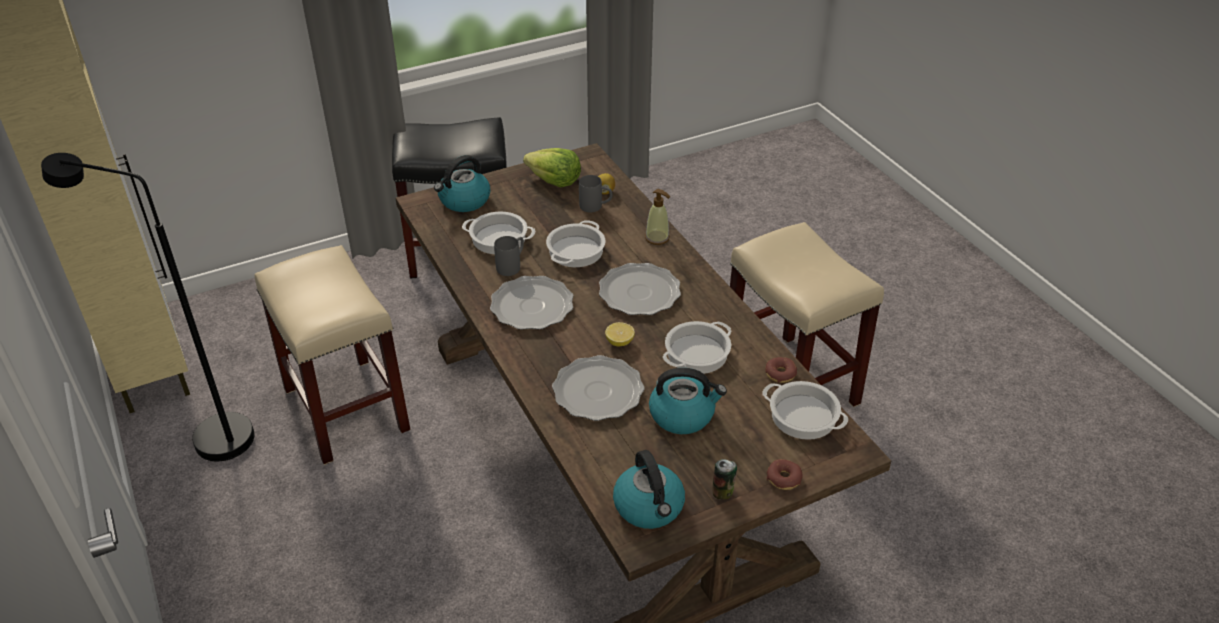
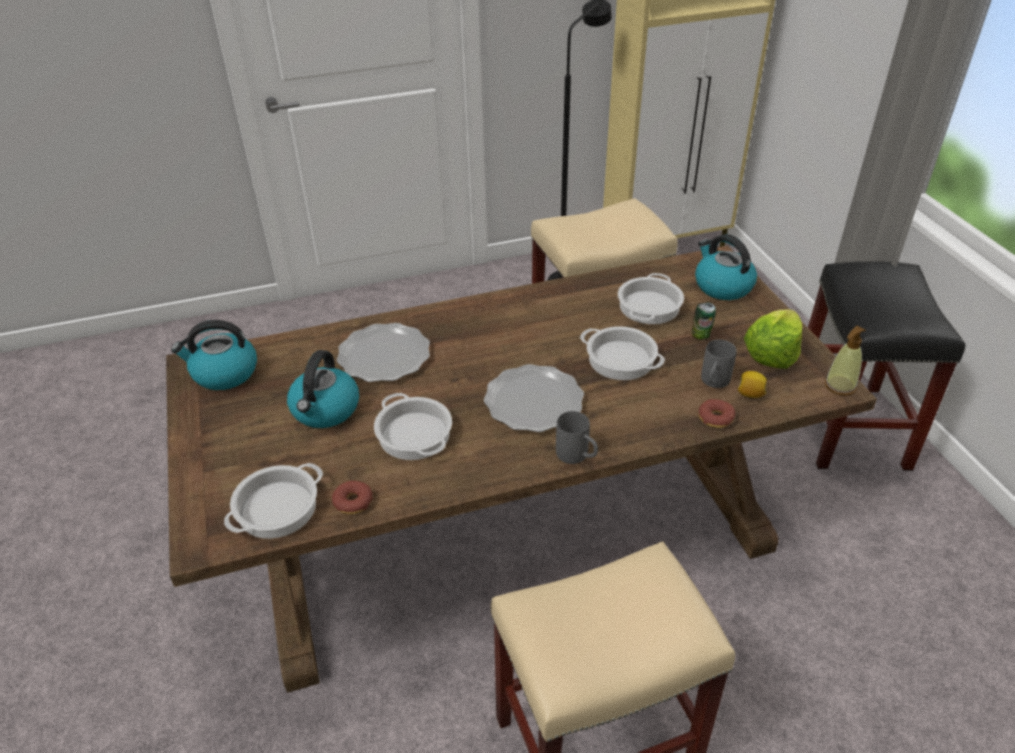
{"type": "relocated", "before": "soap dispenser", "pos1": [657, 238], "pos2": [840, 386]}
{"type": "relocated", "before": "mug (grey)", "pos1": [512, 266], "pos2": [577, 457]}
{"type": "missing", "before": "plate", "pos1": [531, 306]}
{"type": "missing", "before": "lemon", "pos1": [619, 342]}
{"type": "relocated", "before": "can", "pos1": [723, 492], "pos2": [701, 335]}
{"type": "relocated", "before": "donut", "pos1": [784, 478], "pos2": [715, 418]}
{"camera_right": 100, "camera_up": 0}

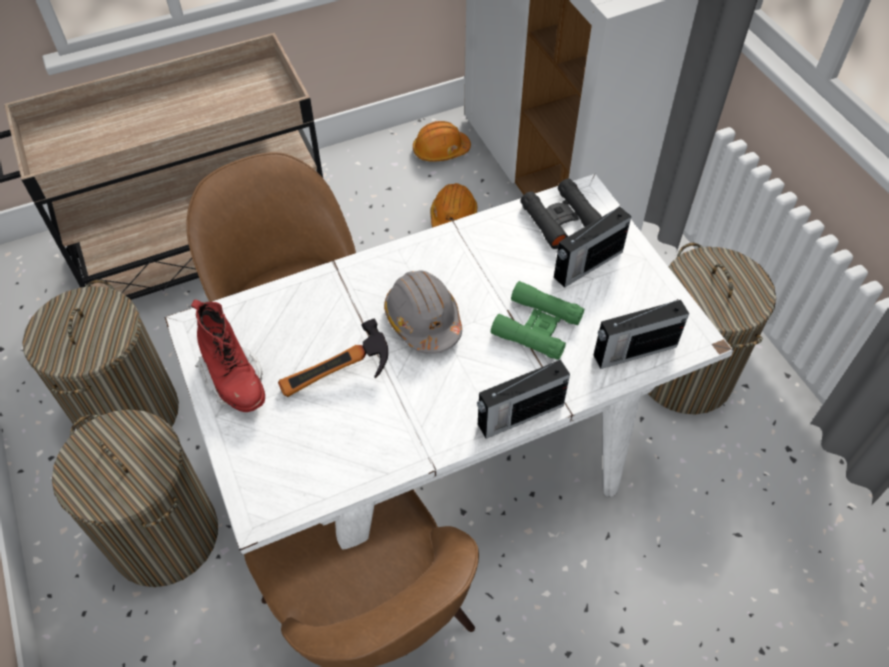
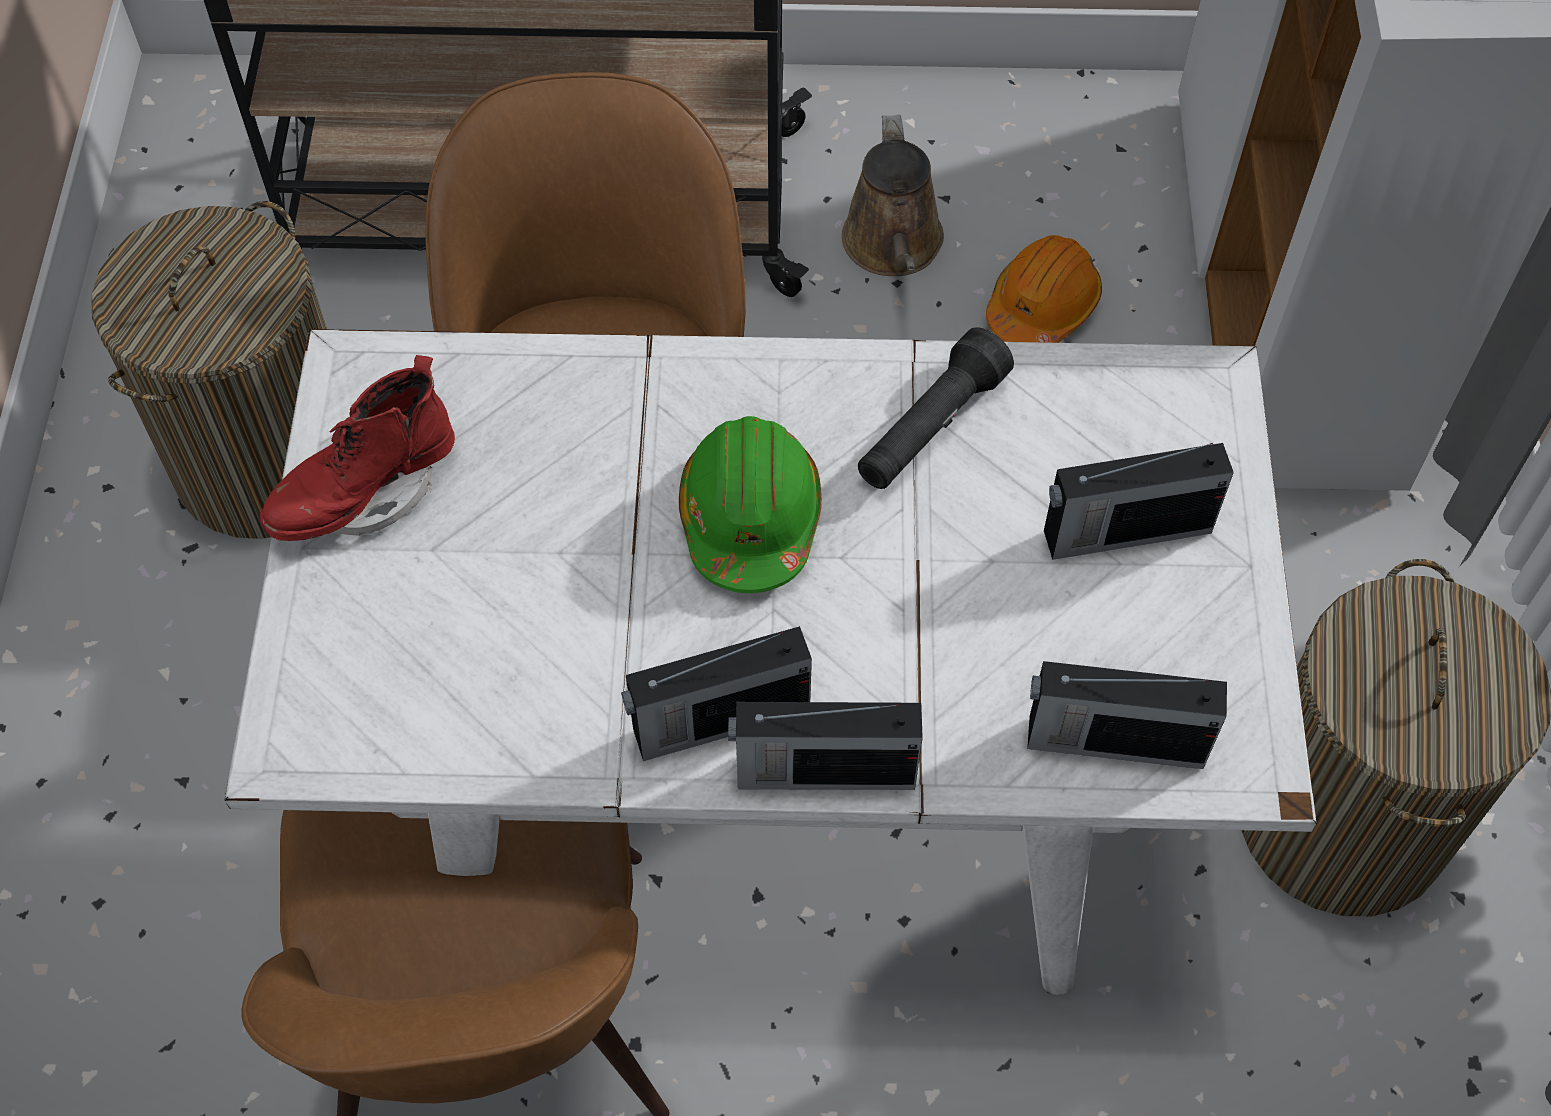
{"type": "missing", "before": "hard hat (orange)", "pos1": [440, 150]}
{"type": "missing", "before": "binoculars (black)", "pos1": [561, 219]}
{"type": "colour", "before": "hard hat (grey)", "after": "hard hat (green)", "pos1": [423, 320], "pos2": [750, 517]}
{"type": "missing", "before": "binoculars (green)", "pos1": [537, 326]}
{"type": "spun", "before": "boot (red)", "pos1": [234, 379], "pos2": [366, 493], "turn": 60}
{"type": "missing", "before": "hammer", "pos1": [338, 380]}
{"type": "missing", "before": "laundry basket", "pos1": [165, 536]}
{"type": "appeared", "after": "watering can (brown)", "pos2": [893, 247]}
{"type": "appeared", "after": "flashlight (black)", "pos2": [930, 428]}
{"type": "appeared", "after": "radio", "pos2": [717, 721]}
{"camera_right": 25, "camera_up": 5}

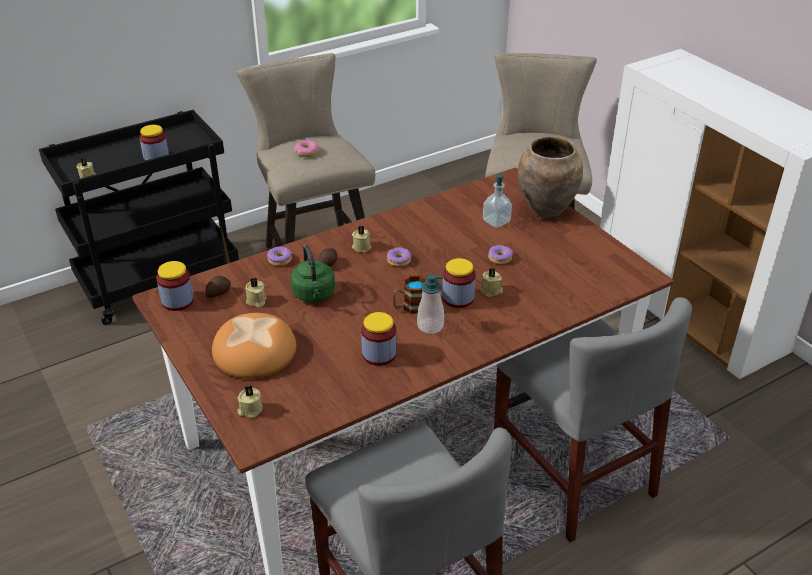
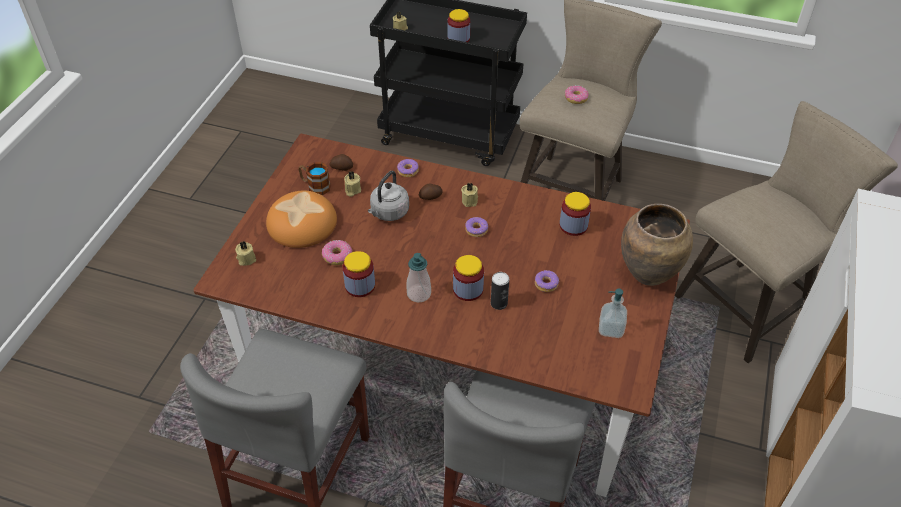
{"type": "relocated", "before": "soap dispenser", "pos1": [496, 221], "pos2": [611, 329]}
{"type": "colour", "before": "kettle (green)", "after": "kettle (grey)", "pos1": [314, 295], "pos2": [388, 213]}
{"type": "relocated", "before": "jar", "pos1": [177, 301], "pos2": [573, 225]}
{"type": "exchanged", "before": "candle (beige)", "after": "can", "pos1": [491, 291], "pos2": [499, 303]}
{"type": "relocated", "before": "mug", "pos1": [410, 307], "pos2": [315, 186]}
{"type": "appeared", "after": "donut", "pos2": [337, 256]}
{"camera_right": 50, "camera_up": 10}

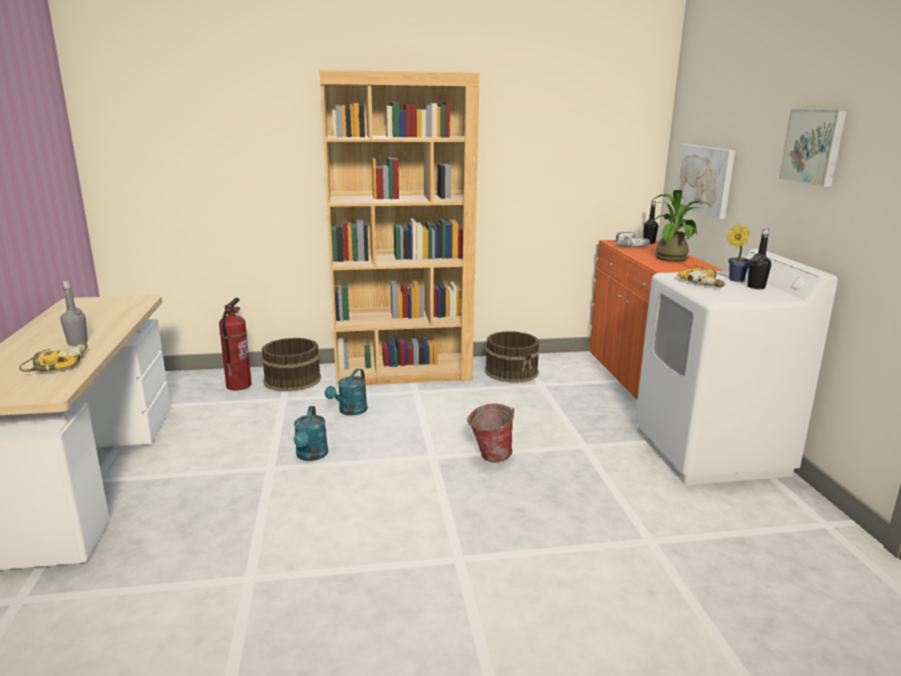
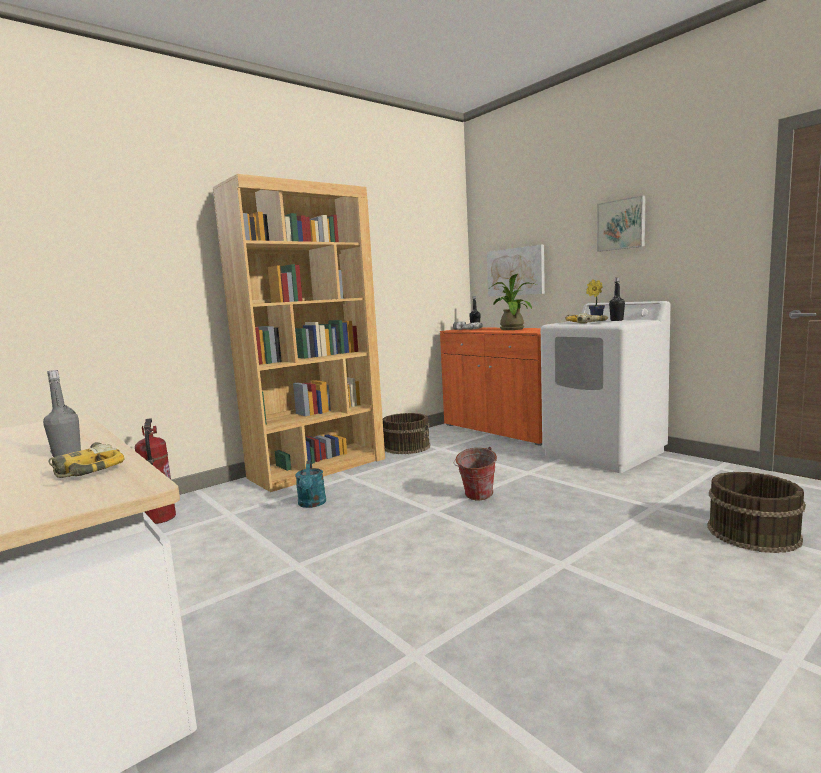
{"type": "relocated", "before": "bucket (brown)", "pos1": [292, 379], "pos2": [751, 533]}
{"type": "missing", "before": "watering can (turquoise)", "pos1": [311, 456]}
{"camera_right": -30, "camera_up": -10}

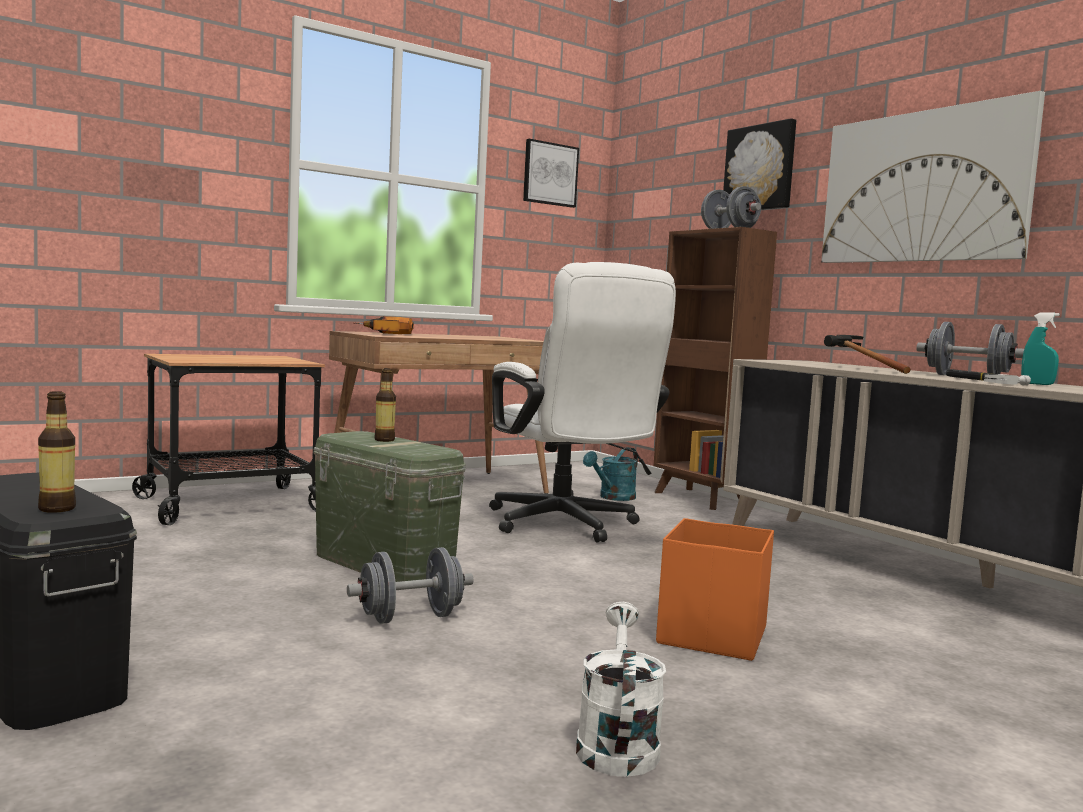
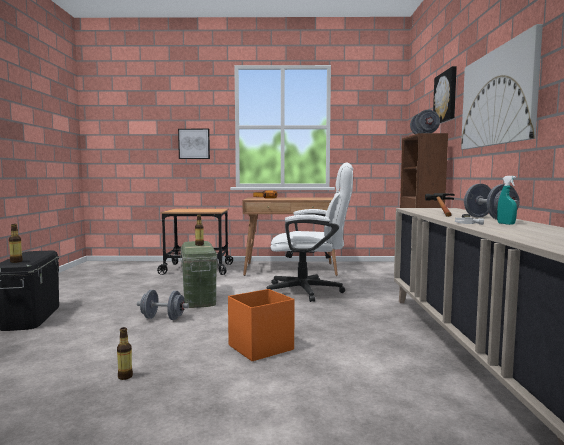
{"type": "relocated", "before": "picture", "pos1": [550, 174], "pos2": [194, 144]}
{"type": "spun", "before": "office chair (white)", "pos1": [568, 526], "pos2": [311, 291], "turn": -90}
{"type": "missing", "before": "watering can (turquoise)", "pos1": [613, 498]}
{"type": "exchanged", "before": "watering can (white)", "after": "bottle", "pos1": [616, 743], "pos2": [125, 376]}
{"camera_right": 35, "camera_up": 0}

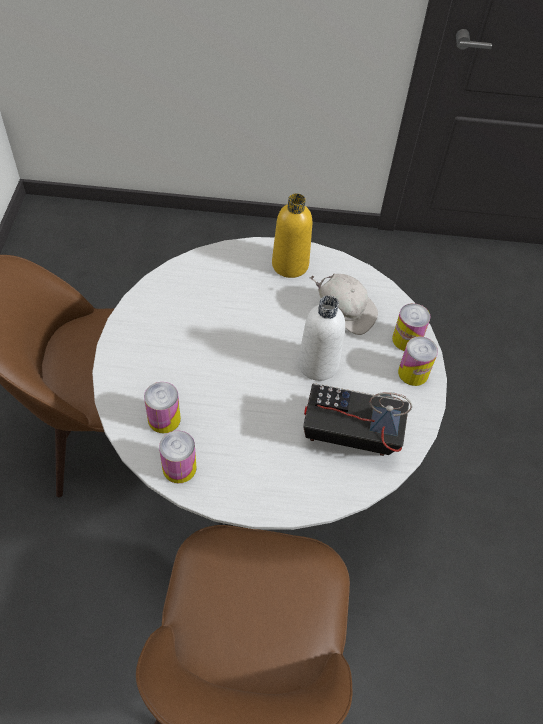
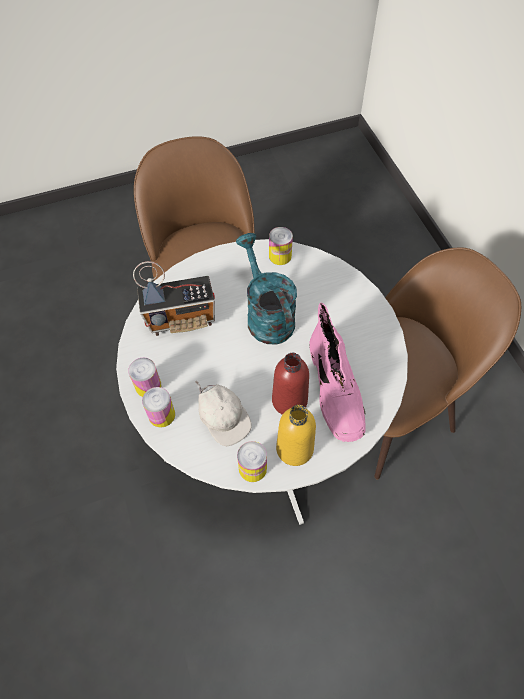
{"type": "spun", "before": "cap (white)", "pos1": [345, 312], "pos2": [223, 419], "turn": -135}
{"type": "missing", "before": "bottle (white)", "pos1": [318, 364]}
{"type": "relocated", "before": "can", "pos1": [164, 419], "pos2": [252, 468]}
{"type": "appeared", "after": "watering can (turquoise)", "pos2": [266, 315]}
{"type": "appeared", "after": "boot (pink)", "pos2": [335, 390]}
{"type": "appeared", "after": "bottle (red)", "pos2": [289, 400]}
{"camera_right": 160, "camera_up": 5}

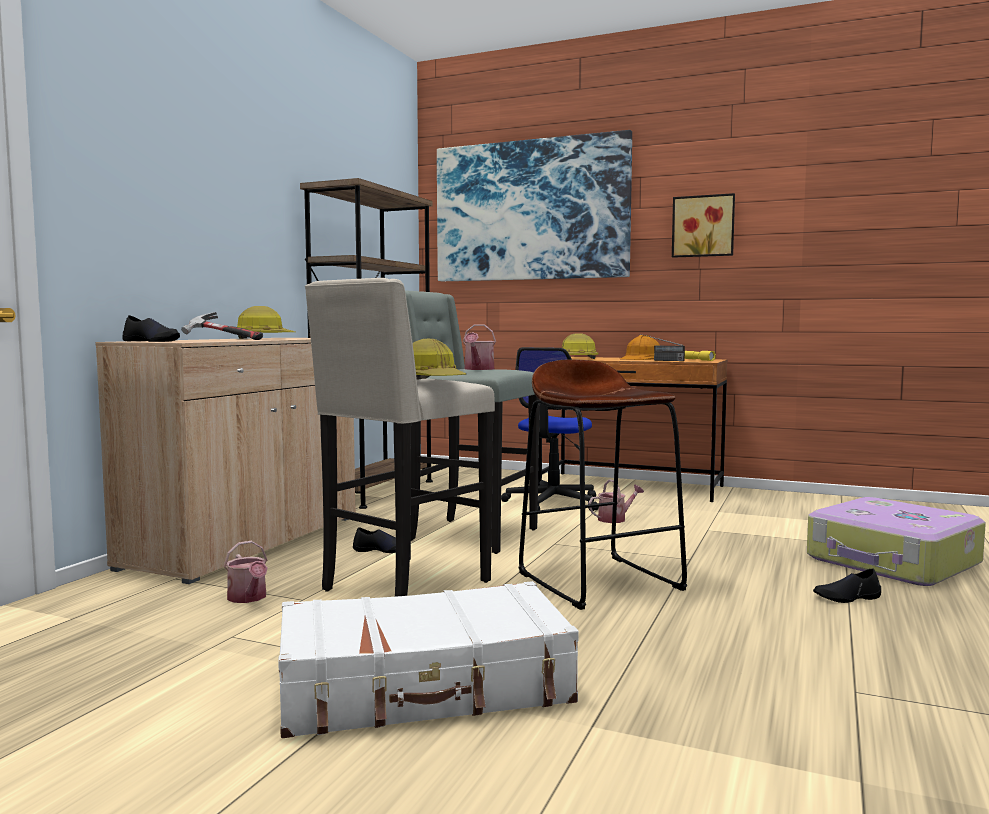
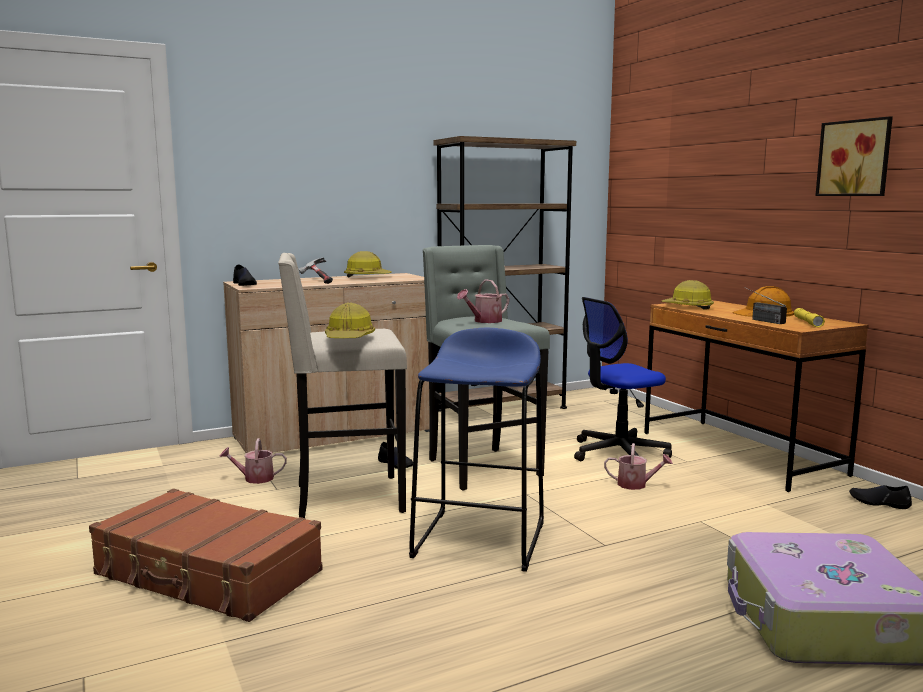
{"type": "missing", "before": "picture", "pos1": [530, 210]}
{"type": "colour", "before": "stool (brown)", "after": "stool (blue)", "pos1": [599, 581], "pos2": [480, 539]}
{"type": "spun", "before": "watering can", "pos1": [248, 598], "pos2": [254, 478], "turn": 75}
{"type": "relocated", "before": "shoe (black)", "pos1": [847, 597], "pos2": [879, 503]}
{"type": "colour", "before": "suitcase (white)", "after": "suitcase (brown)", "pos1": [425, 687], "pos2": [208, 574]}
{"camera_right": 40, "camera_up": 5}

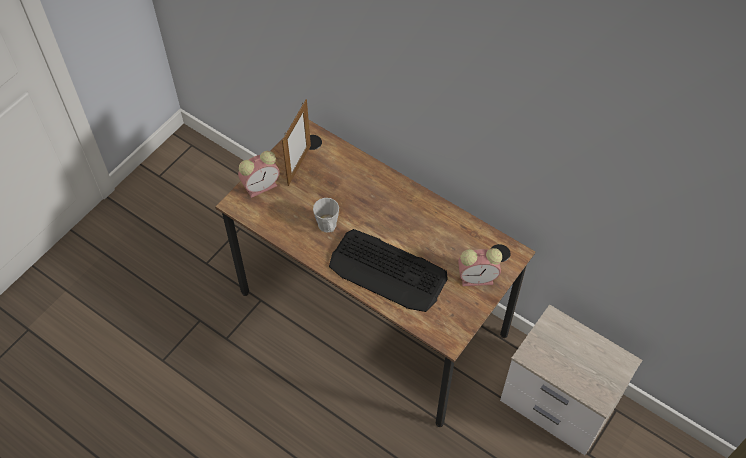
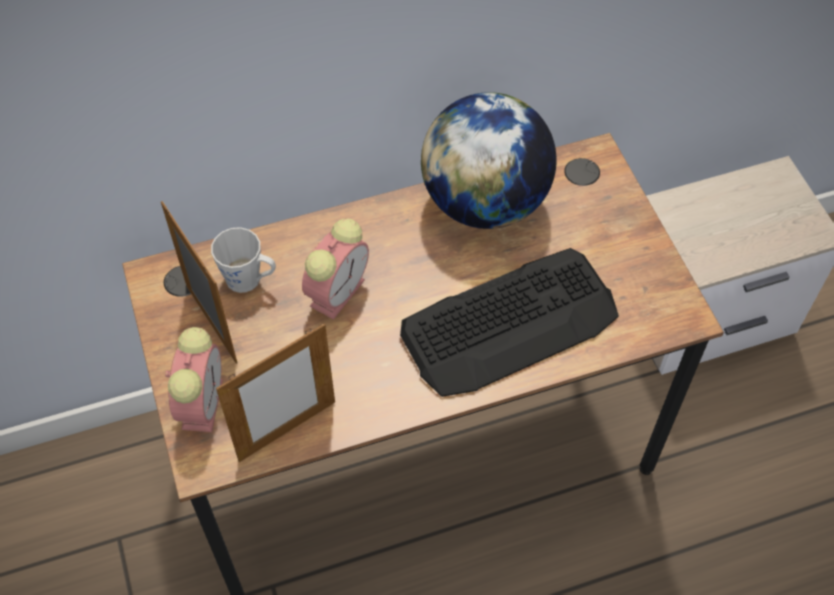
{"type": "relocated", "before": "mug (grey)", "pos1": [328, 227], "pos2": [249, 280]}
{"type": "relocated", "before": "alarm clock", "pos1": [478, 278], "pos2": [338, 290]}
{"type": "appeared", "after": "globe", "pos2": [484, 202]}
{"type": "appeared", "after": "picture frame", "pos2": [287, 431]}
{"camera_right": -55, "camera_up": 0}

